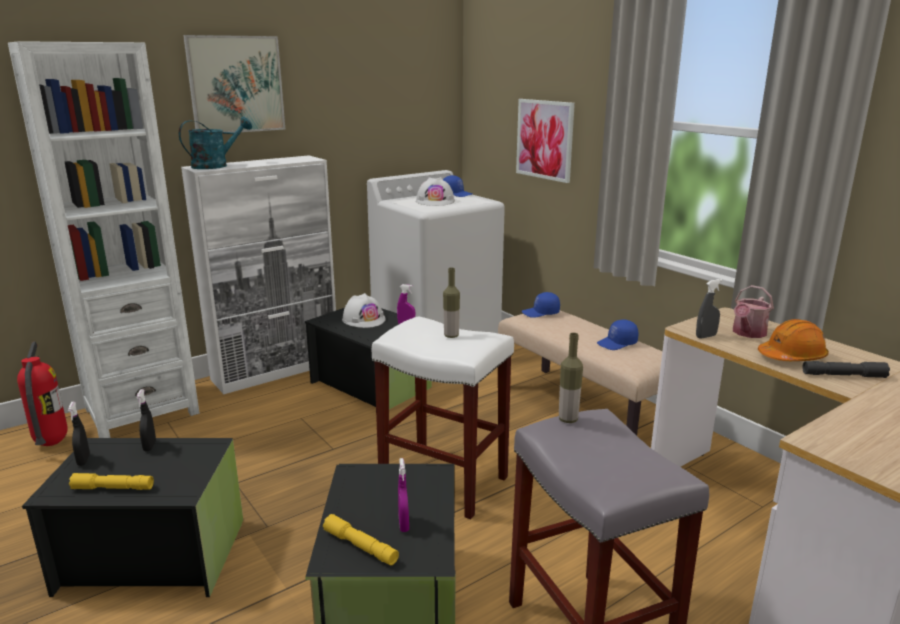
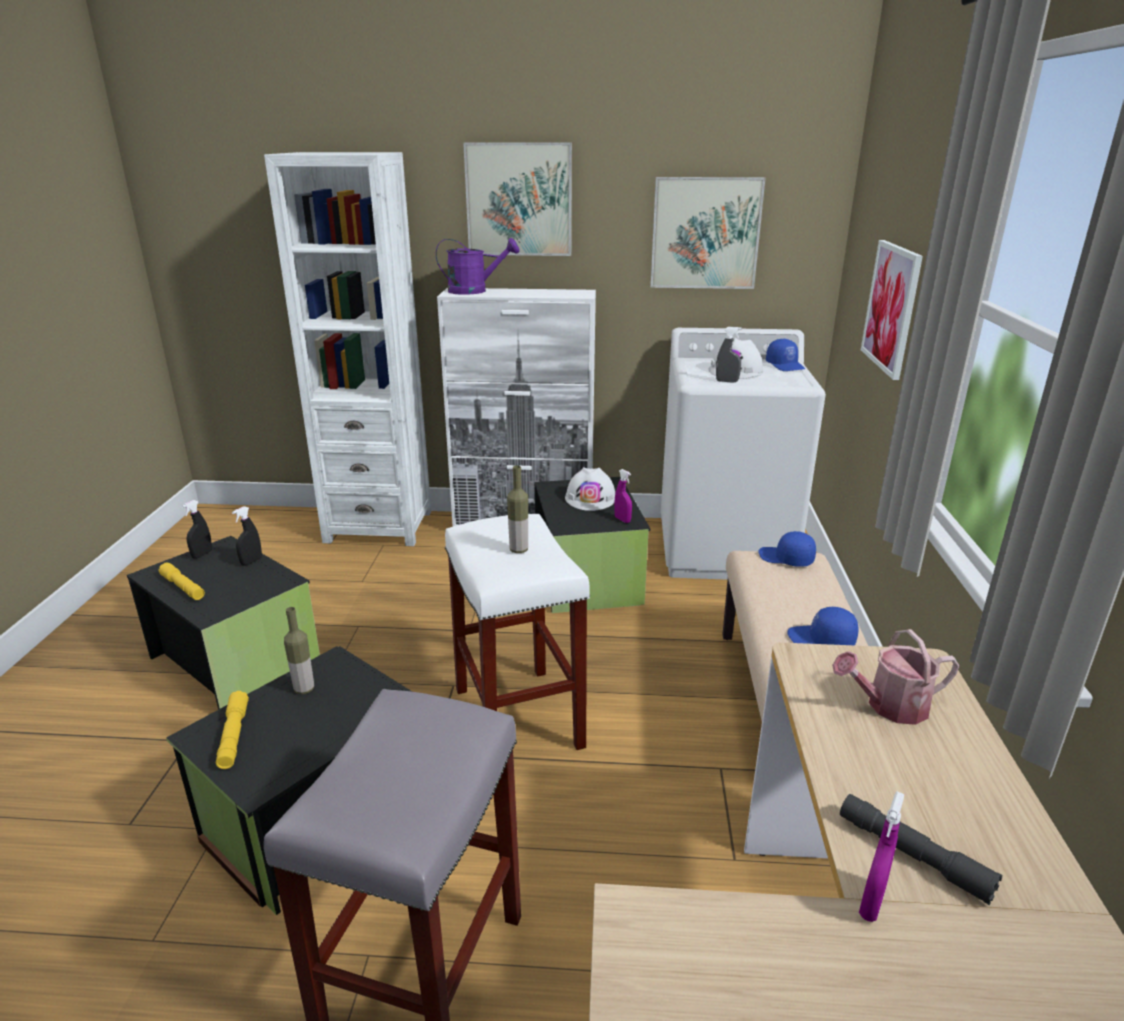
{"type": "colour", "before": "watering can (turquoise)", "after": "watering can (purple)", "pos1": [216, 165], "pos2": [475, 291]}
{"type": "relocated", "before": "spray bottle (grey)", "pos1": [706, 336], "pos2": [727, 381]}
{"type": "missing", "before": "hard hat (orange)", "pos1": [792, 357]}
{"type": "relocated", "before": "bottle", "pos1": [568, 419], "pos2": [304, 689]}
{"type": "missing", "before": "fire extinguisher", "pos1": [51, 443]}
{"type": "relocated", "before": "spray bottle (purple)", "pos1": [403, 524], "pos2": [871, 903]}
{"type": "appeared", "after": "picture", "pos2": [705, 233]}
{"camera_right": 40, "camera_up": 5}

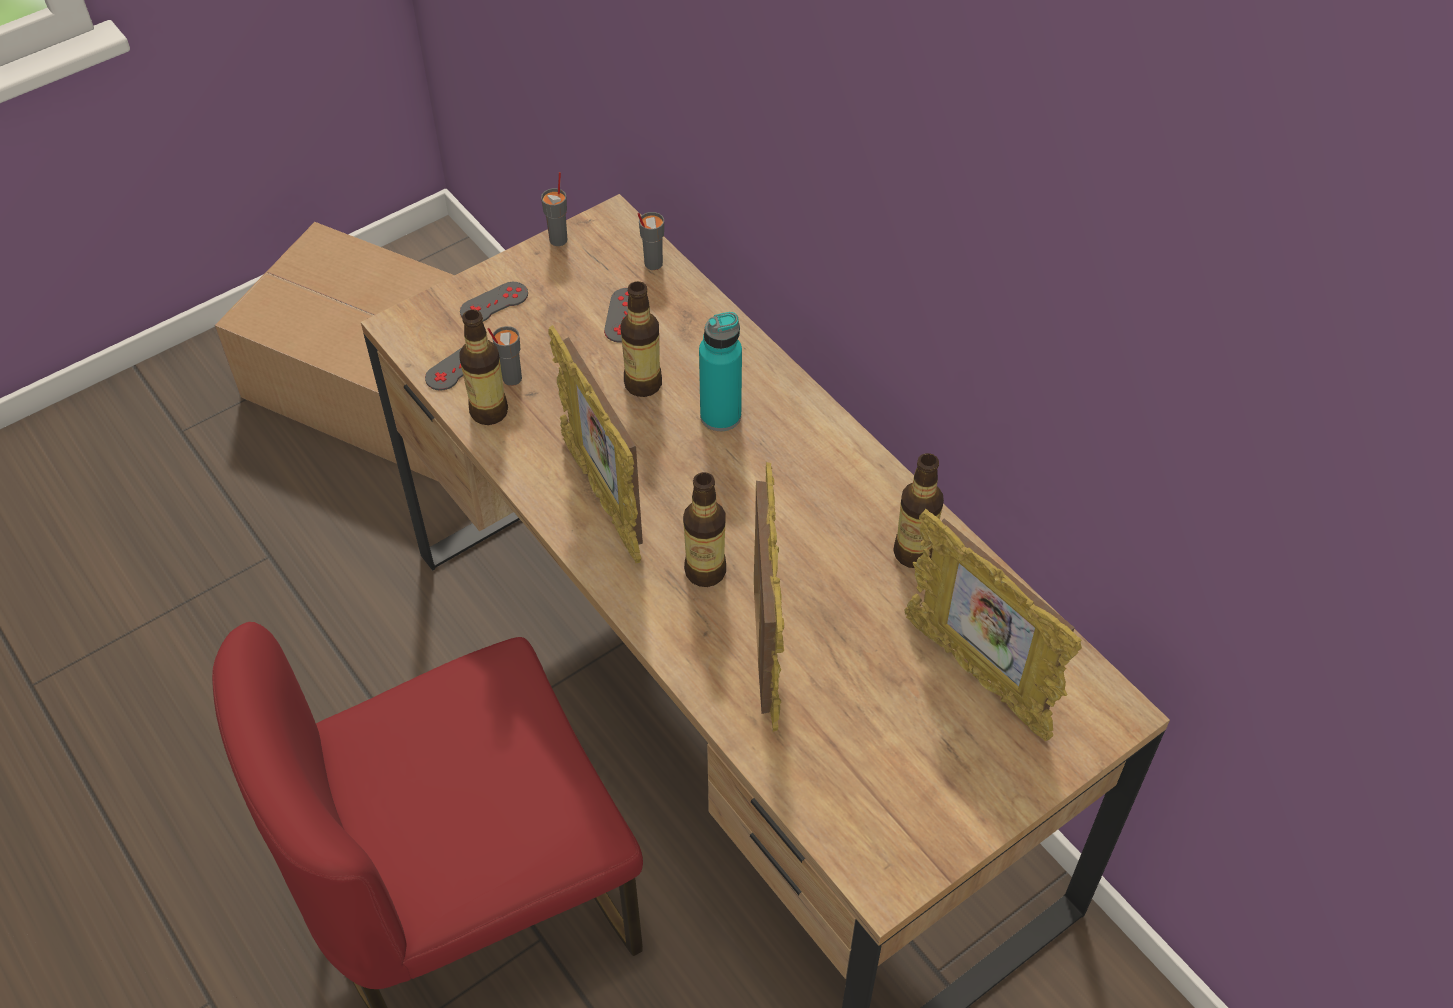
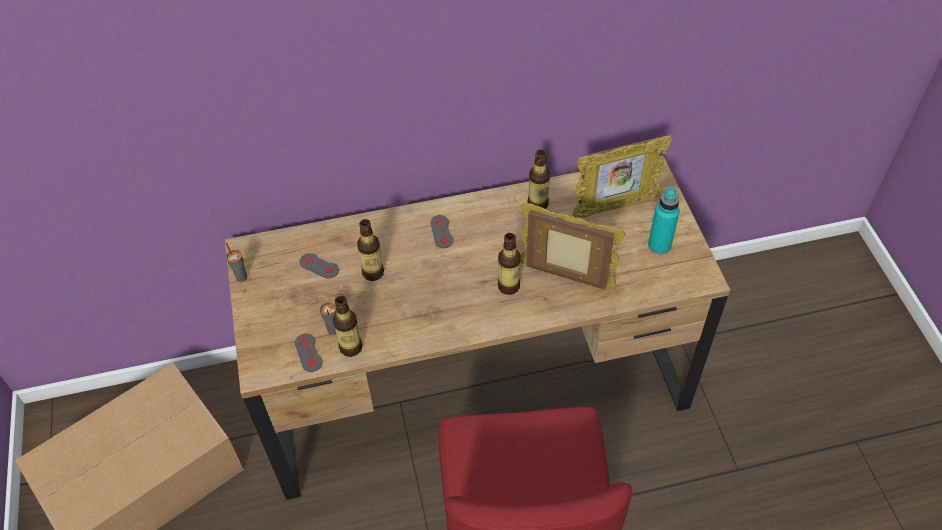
{"type": "missing", "before": "cup (grey)", "pos1": [652, 263]}
{"type": "relocated", "before": "game controller (grey)", "pos1": [494, 303], "pos2": [441, 231]}
{"type": "relocated", "before": "bottle (turquoise)", "pos1": [720, 416], "pos2": [659, 245]}
{"type": "missing", "before": "picture frame", "pos1": [604, 499]}
{"camera_right": -65, "camera_up": 0}

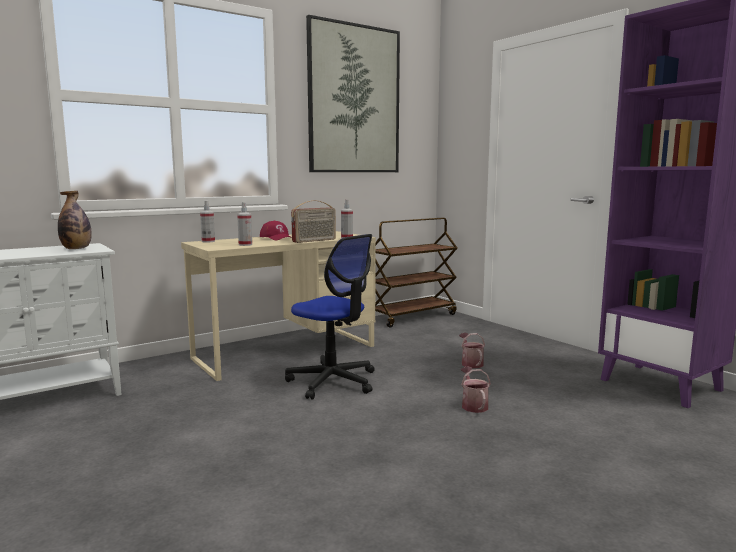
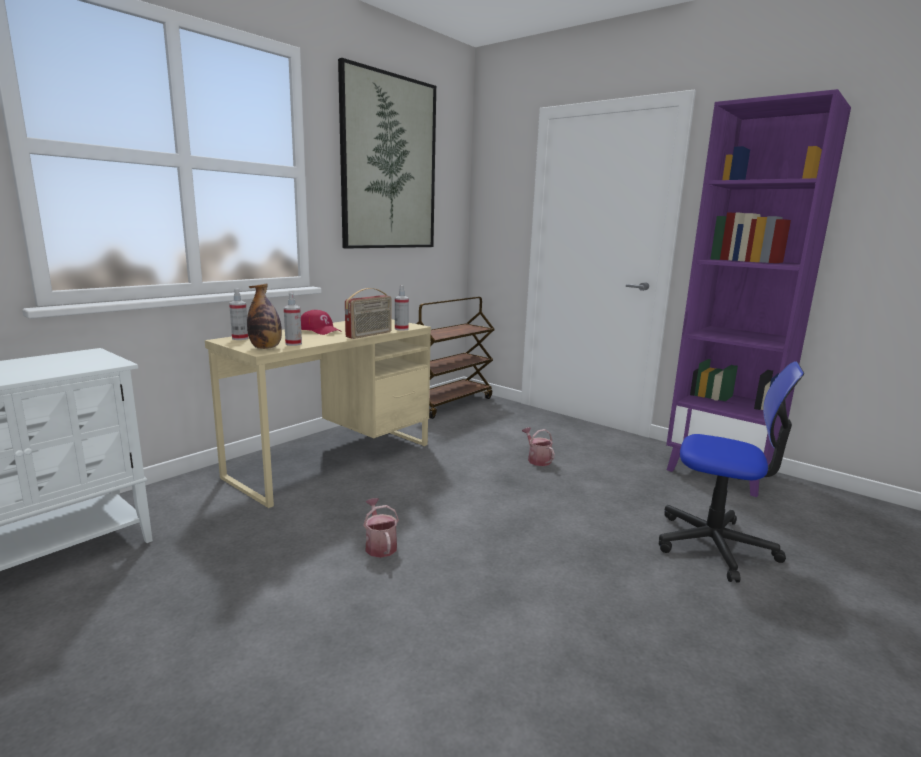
{"type": "relocated", "before": "bottle", "pos1": [76, 249], "pos2": [266, 348]}
{"type": "relocated", "before": "office chair", "pos1": [333, 381], "pos2": [714, 545]}
{"type": "relocated", "before": "watering can", "pos1": [473, 405], "pos2": [380, 545]}
{"camera_right": -15, "camera_up": 5}

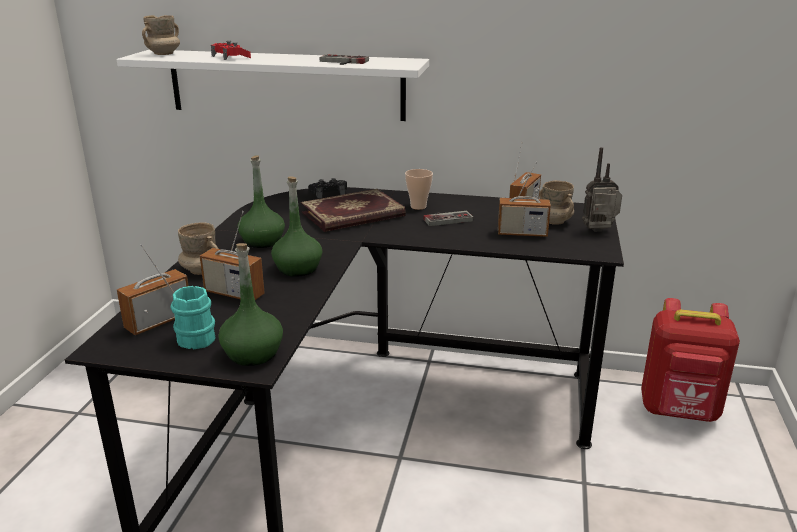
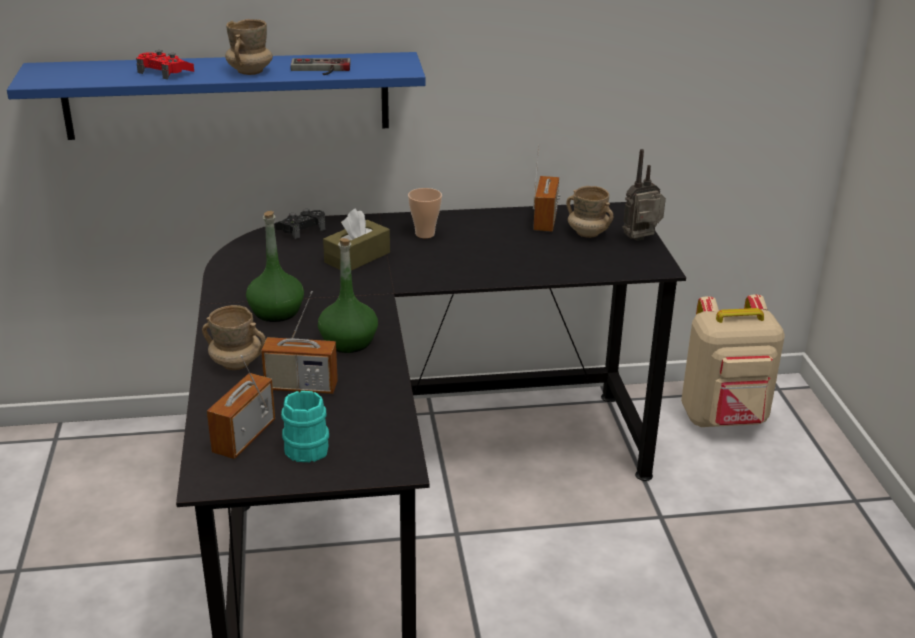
{"type": "relocated", "before": "mug (beige)", "pos1": [163, 54], "pos2": [250, 71]}
{"type": "colour", "before": "shelf (white)", "after": "shelf (blue)", "pos1": [285, 84], "pos2": [227, 95]}
{"type": "missing", "before": "radio", "pos1": [522, 233]}
{"type": "exchanged", "before": "book", "after": "tissue box (brown)", "pos1": [353, 215], "pos2": [357, 257]}
{"type": "missing", "before": "game controller", "pos1": [446, 218]}
{"type": "missing", "before": "bottle (green)", "pos1": [252, 353]}
{"type": "colour", "before": "backpack (red)", "after": "backpack (beige)", "pos1": [679, 412], "pos2": [724, 419]}
{"camera_right": -20, "camera_up": 5}

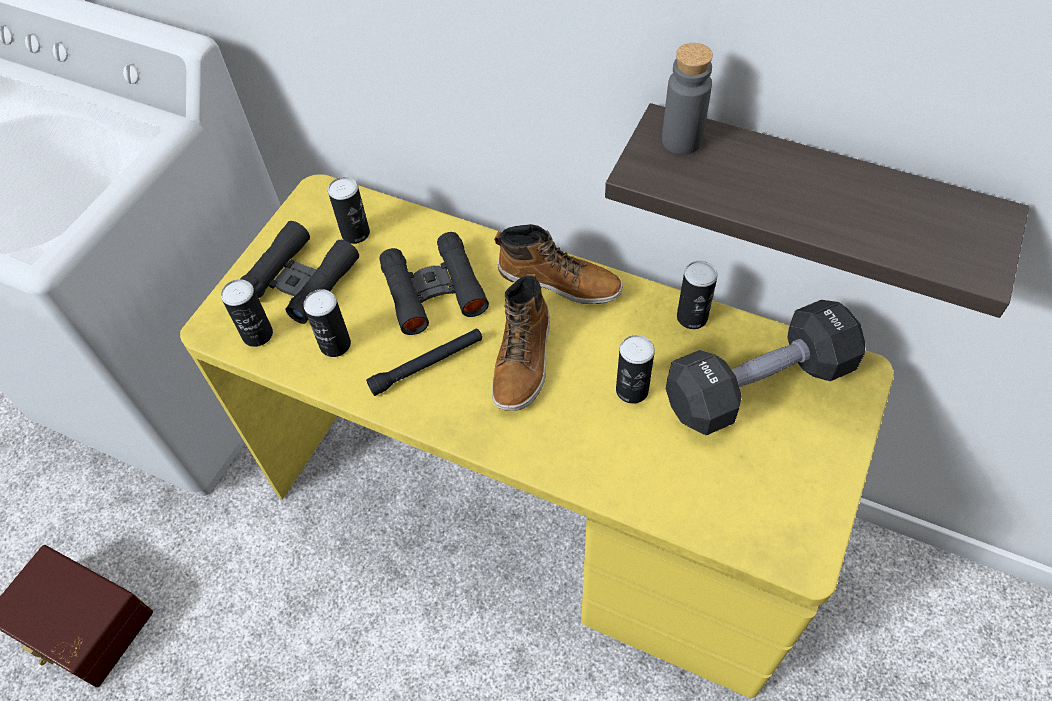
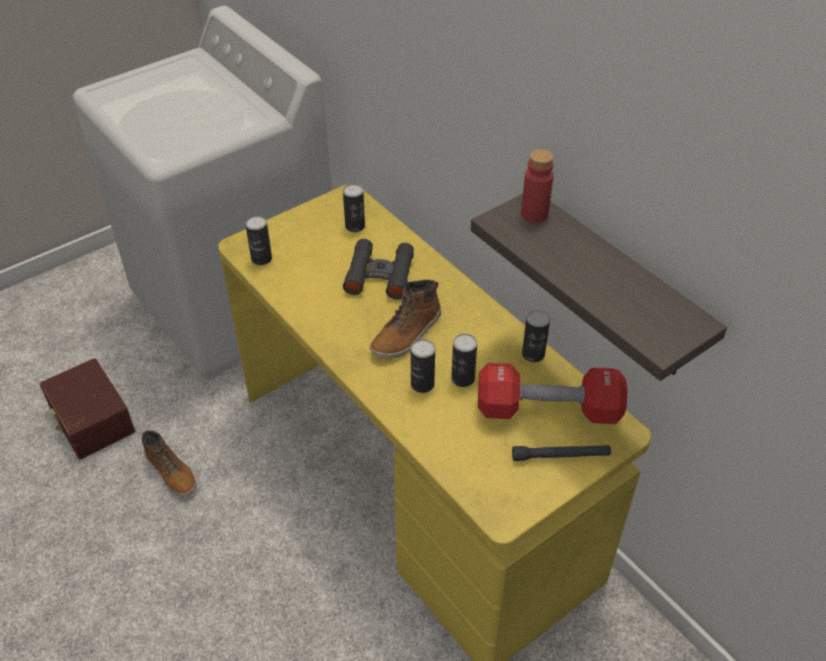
{"type": "colour", "before": "bottle (grey)", "after": "bottle (red)", "pos1": [681, 140], "pos2": [534, 214]}
{"type": "missing", "before": "binoculars (black)", "pos1": [300, 280]}
{"type": "relocated", "before": "boot", "pos1": [559, 281], "pos2": [172, 472]}
{"type": "relocated", "before": "can", "pos1": [335, 344], "pos2": [422, 384]}
{"type": "colour", "before": "dumbbell (black)", "after": "dumbbell (red)", "pos1": [758, 385], "pos2": [548, 410]}
{"type": "relocated", "before": "flashlight (black)", "pos1": [427, 365], "pos2": [560, 456]}
{"camera_right": 25, "camera_up": -10}

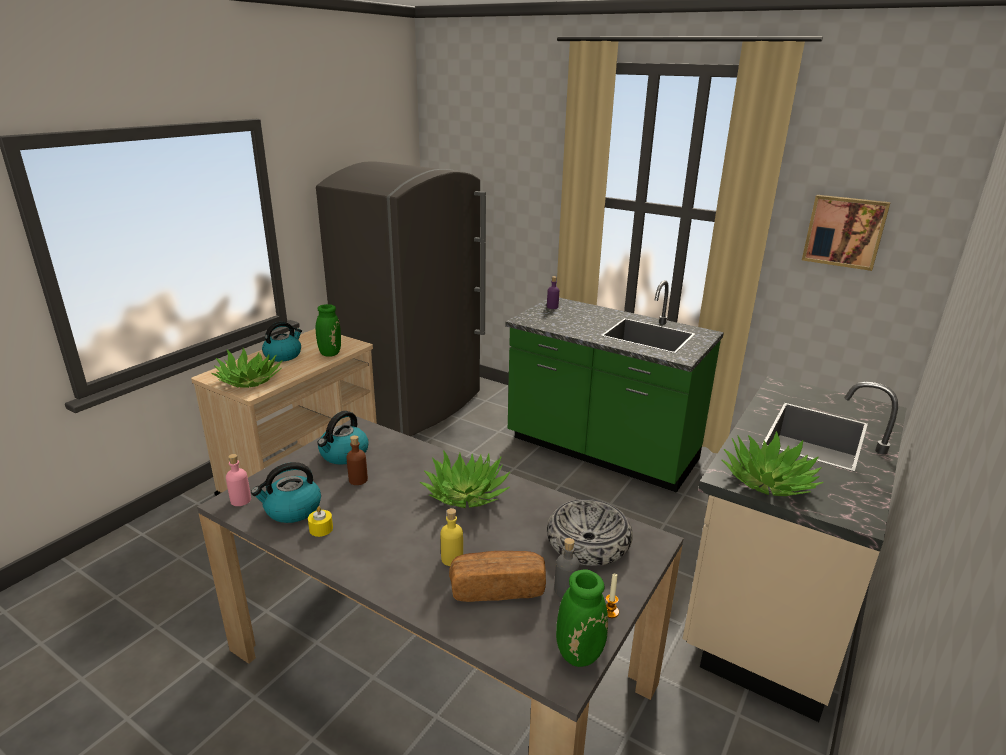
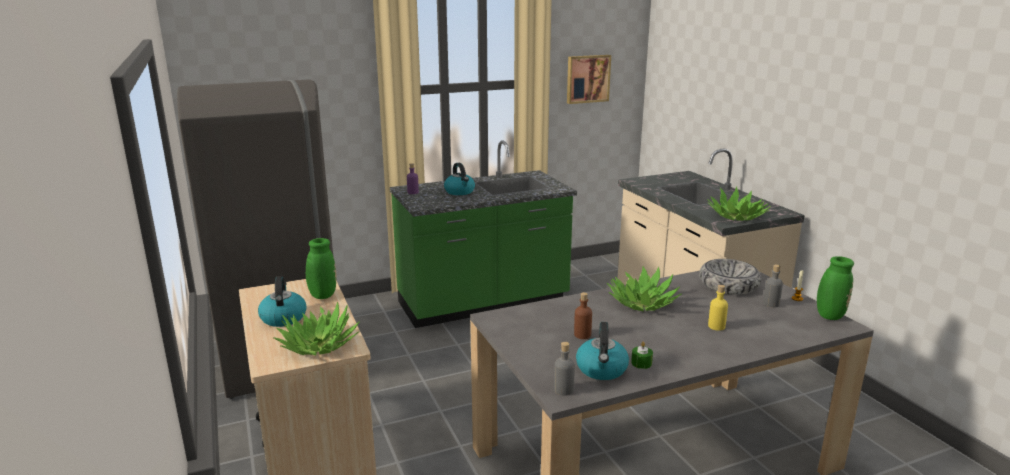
{"type": "relocated", "before": "kettle", "pos1": [343, 454], "pos2": [460, 192]}
{"type": "colour", "before": "bottle (pink)", "after": "bottle (grey)", "pos1": [241, 500], "pos2": [563, 390]}
{"type": "colour", "before": "candle (yellow)", "after": "candle (green)", "pos1": [321, 529], "pos2": [641, 363]}
{"type": "missing", "before": "bread", "pos1": [497, 588]}
{"camera_right": -55, "camera_up": -5}

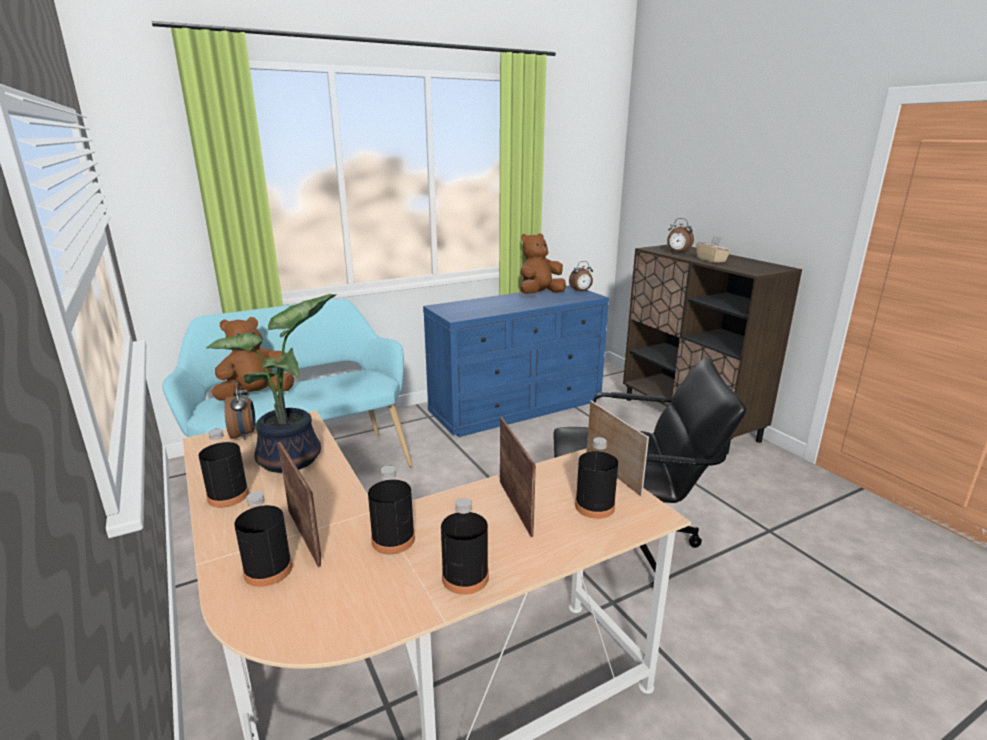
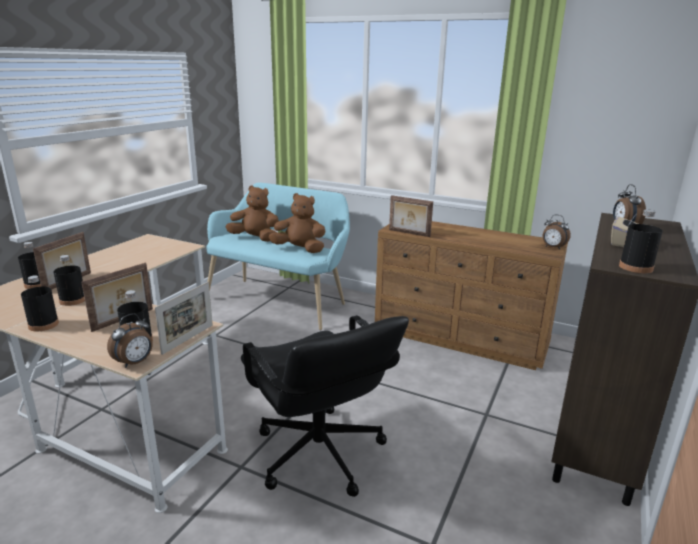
{"type": "relocated", "before": "plush toy (brown)", "pos1": [539, 295], "pos2": [299, 249]}
{"type": "colour", "before": "dresser (blue)", "after": "dresser (brown)", "pos1": [517, 407], "pos2": [461, 338]}
{"type": "missing", "before": "potted plant", "pos1": [294, 459]}
{"type": "relocated", "before": "alarm clock", "pos1": [244, 435], "pos2": [135, 363]}
{"type": "relocated", "before": "bottle (black)", "pos1": [228, 496], "pos2": [635, 267]}
{"type": "appeared", "after": "picture frame", "pos2": [409, 233]}
{"camera_right": 55, "camera_up": 0}

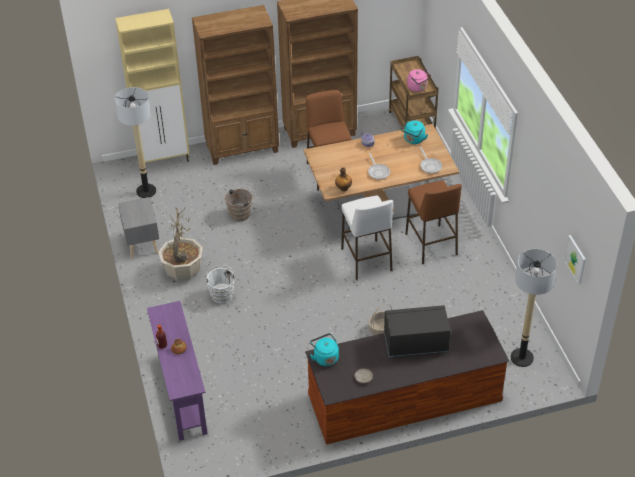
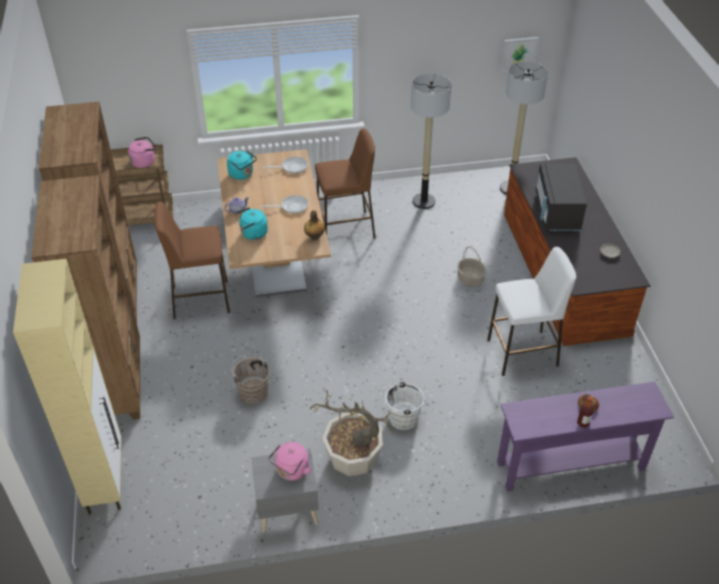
{"type": "relocated", "before": "floor lamp", "pos1": [146, 191], "pos2": [424, 201]}
{"type": "relocated", "before": "stool (white)", "pos1": [366, 260], "pos2": [523, 353]}
{"type": "relocated", "before": "kettle (turquoise)", "pos1": [325, 357], "pos2": [252, 234]}
{"type": "appeared", "after": "kettle (pink)", "pos2": [291, 471]}
{"camera_right": -85, "camera_up": 0}

